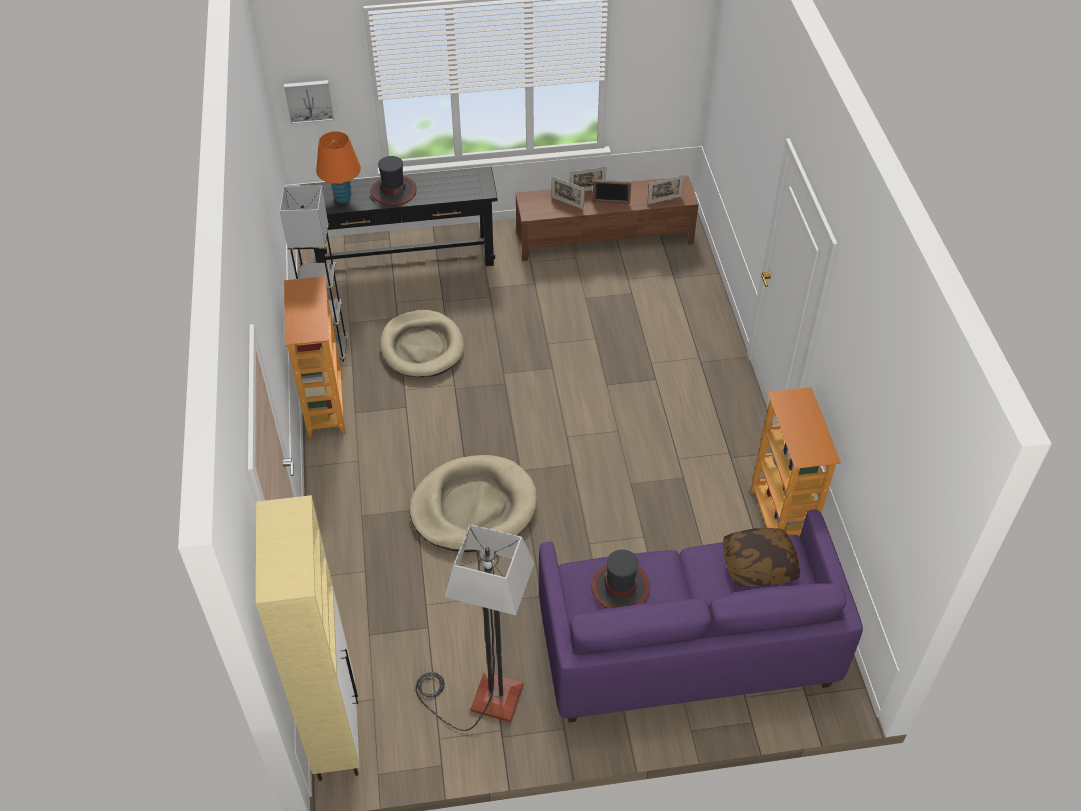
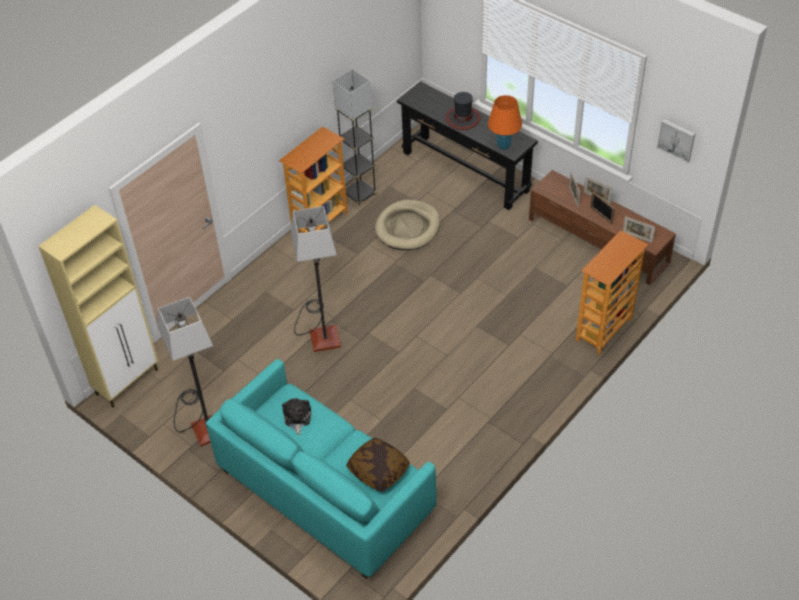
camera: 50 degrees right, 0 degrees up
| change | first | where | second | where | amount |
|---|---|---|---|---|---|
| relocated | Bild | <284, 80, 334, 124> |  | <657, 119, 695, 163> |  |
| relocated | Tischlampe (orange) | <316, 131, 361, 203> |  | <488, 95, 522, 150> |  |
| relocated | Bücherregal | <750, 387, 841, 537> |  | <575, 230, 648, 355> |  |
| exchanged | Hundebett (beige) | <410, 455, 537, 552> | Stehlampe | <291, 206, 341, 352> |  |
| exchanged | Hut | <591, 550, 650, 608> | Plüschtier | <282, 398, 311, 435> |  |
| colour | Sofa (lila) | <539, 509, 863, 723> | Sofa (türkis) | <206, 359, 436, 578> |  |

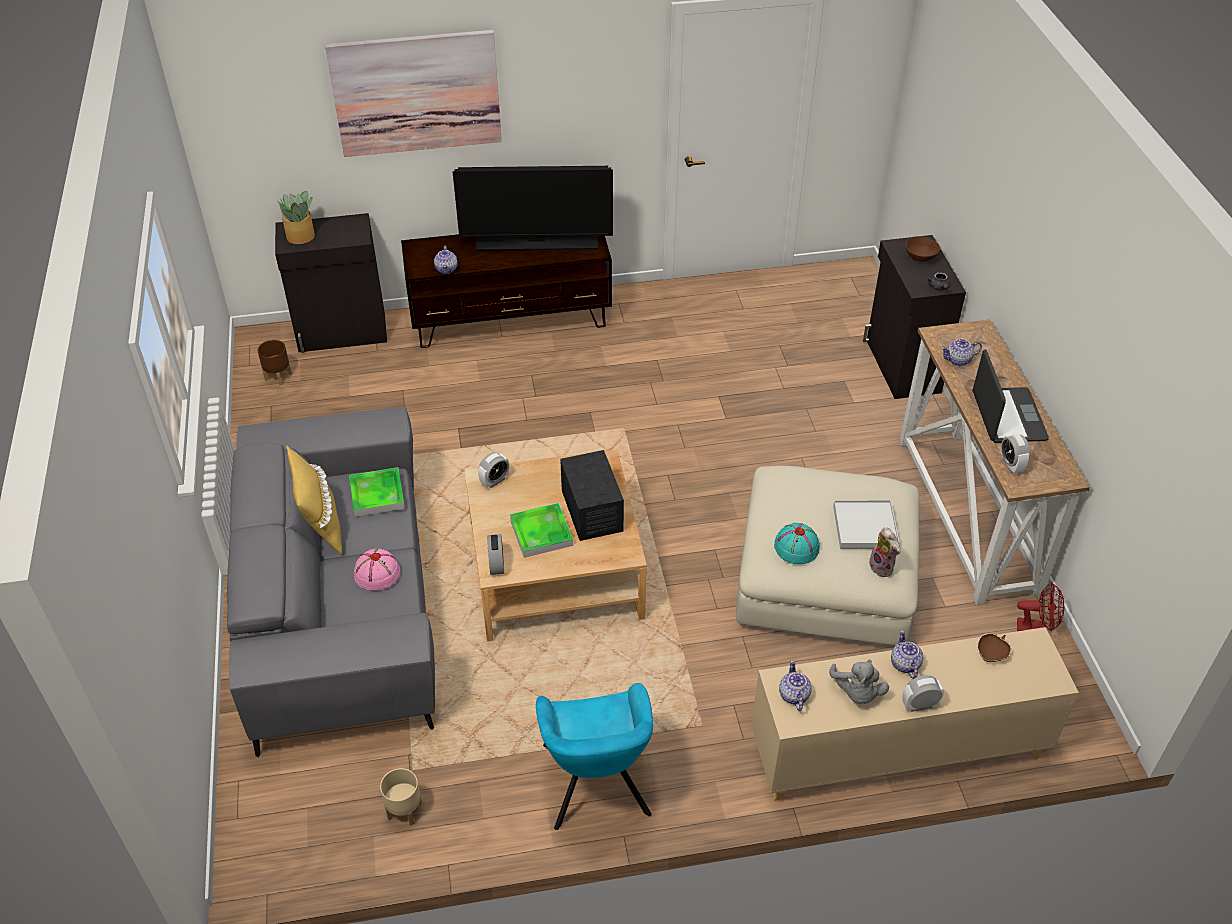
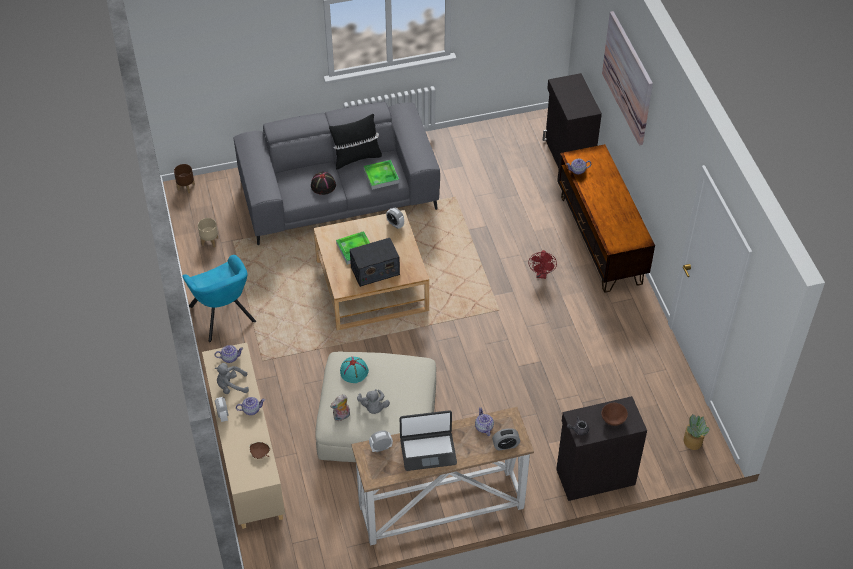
camera: 85 degrees right, 5 degrees up
| change | first | where | second | where | amount |
|---|---|---|---|---|---|
| missing | Fernseher | <453, 166, 613, 251> |  |  |  |
| relocated | Pflanzkübel (braun) | <258, 340, 292, 386> |  | <174, 164, 195, 193> |  |
| relocated | Topfpflanze | <277, 191, 315, 244> |  | <683, 414, 710, 450> |  |
| relocated | Wecker | <487, 534, 504, 575> |  | <492, 428, 520, 451> |  |
| relocated | Ventilator (rot) | <1017, 582, 1064, 632> |  | <529, 250, 557, 279> |  |
| exchanged | Tablett (weiß) | <833, 500, 900, 549> | Plüschtier (grau) | <357, 389, 390, 414> |  |
| colour | Kissen (gelb) | <286, 446, 342, 555> | Kissen (schwarz) | <329, 114, 382, 170> |  |
| colour | Hut (rosa) | <354, 548, 400, 591> | Hut (schwarz) | <311, 172, 336, 195> |  |
| spun | Sessel (türkis) | <536, 683, 653, 830> |  | <183, 255, 256, 342> | 105 degrees counterclockwise |

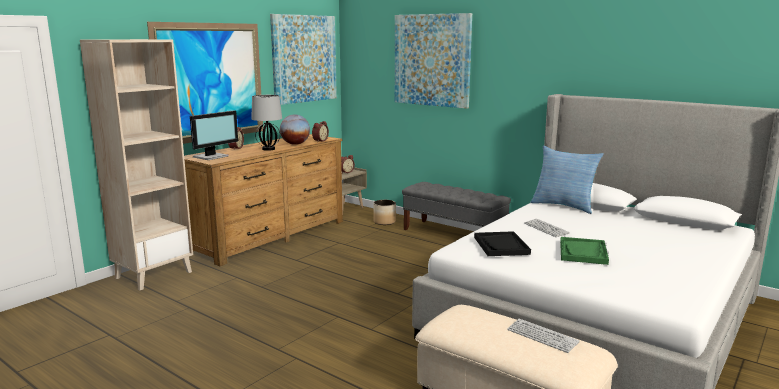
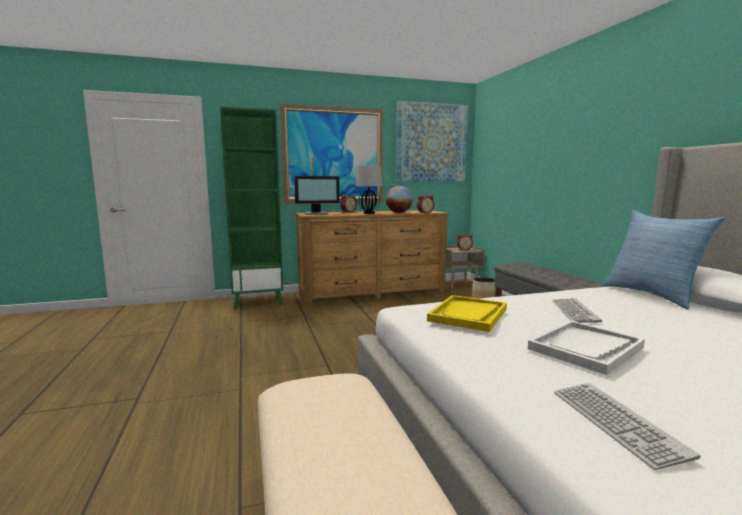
camera: 35 degrees right, 5 degrees down
| change | first | where | second | where | amount |
|---|---|---|---|---|---|
| missing | Bild | <395, 13, 472, 109> |  |  |  |
| relocated | Tastatur | <507, 319, 580, 353> |  | <554, 383, 701, 470> |  |
| colour | Bücherregal (beige) | <80, 39, 193, 290> | Bücherregal (grün) | <220, 107, 283, 309> |  |
| colour | Tablett (schwarz) | <474, 231, 531, 256> | Tablett (gelb) | <427, 295, 507, 332> |  |
| colour | Tablett (grün) | <560, 237, 609, 265> | Tablett (weiß) | <528, 321, 645, 375> |  |

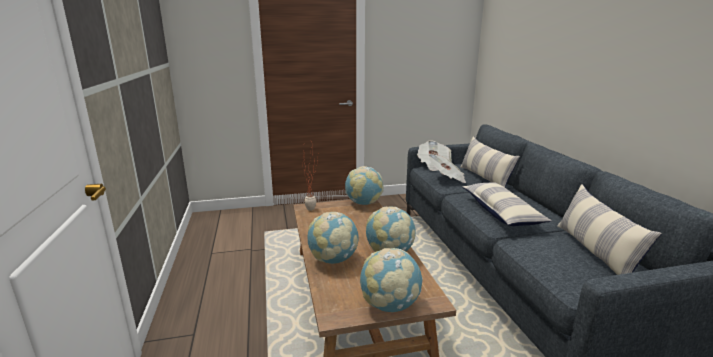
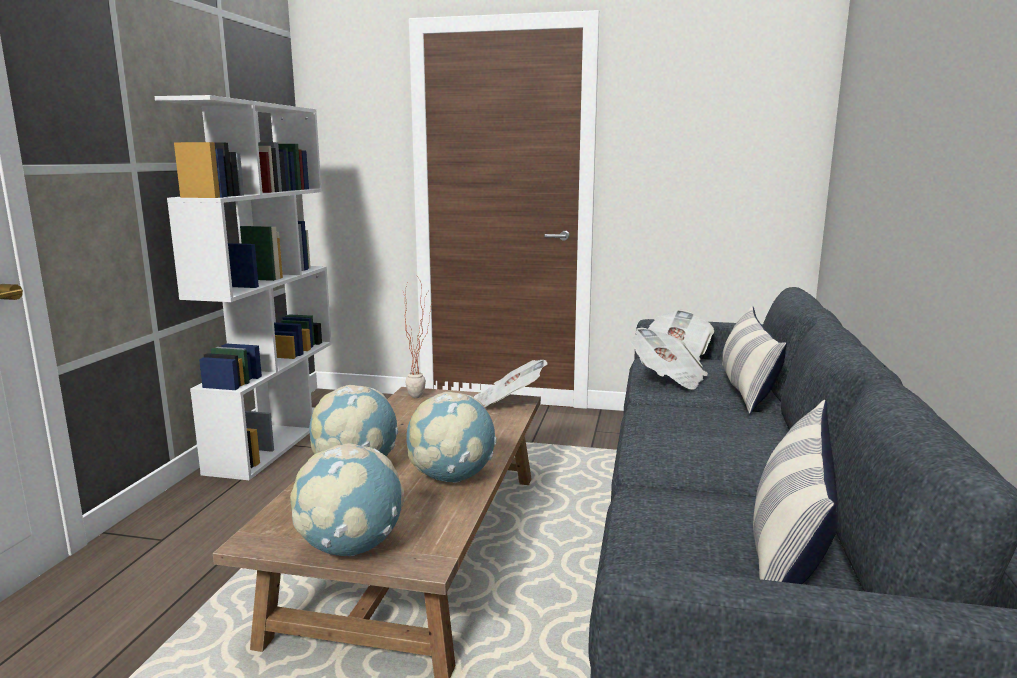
camera: 25 degrees right, 5 degrees down
| change | first | where | second | where | amount |
|---|---|---|---|---|---|
| missing | Kissen | <462, 182, 552, 226> |  |  |  |
| appeared |  |  | Bücherregal (weiß) | <154, 95, 332, 480> |  |
| exchanged | Globus | <345, 166, 384, 205> | Zeitung | <474, 360, 547, 407> |  |

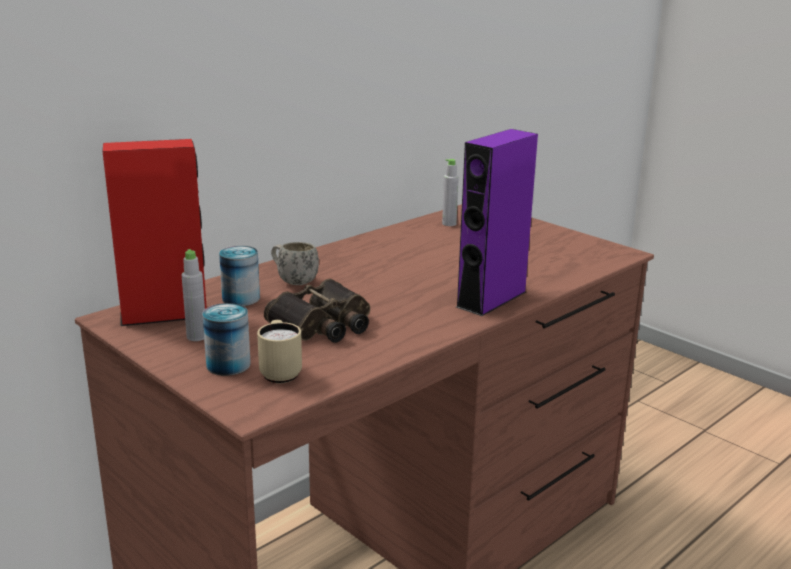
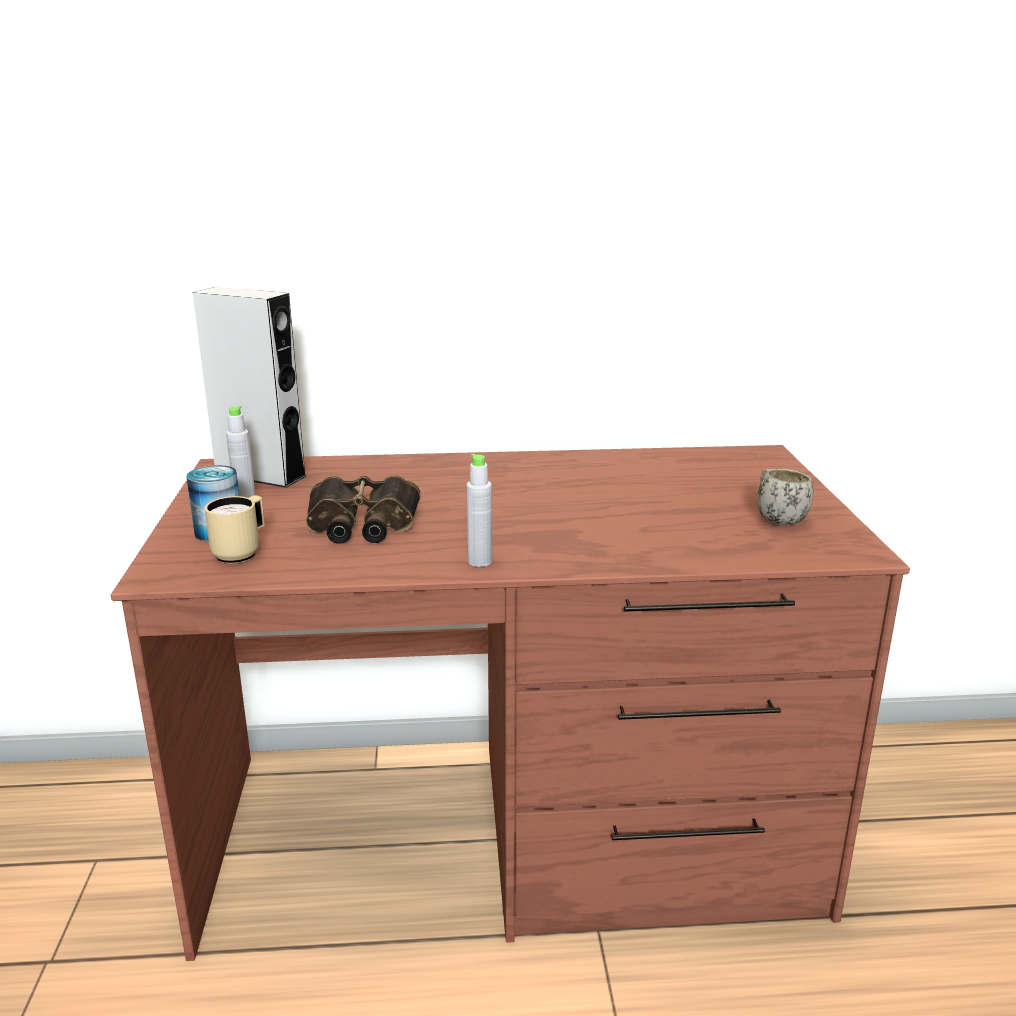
camera: 40 degrees right, 0 degrees up
| change | first | where | second | where | amount |
|---|---|---|---|---|---|
| missing | Dose | <219, 246, 260, 306> |  |  |  |
| missing | Lautsprecher (lila) | <456, 129, 538, 316> |  |  |  |
| relocated | Henkelbecher (weiß) | <271, 242, 319, 285> |  | <757, 469, 813, 525> |  |
| relocated | Flasche (grau) | <442, 159, 459, 226> |  | <466, 454, 492, 567> |  |
| colour | Lautsprecher (rot) | <102, 139, 207, 326> | Lautsprecher (grau) | <193, 287, 307, 488> |  |

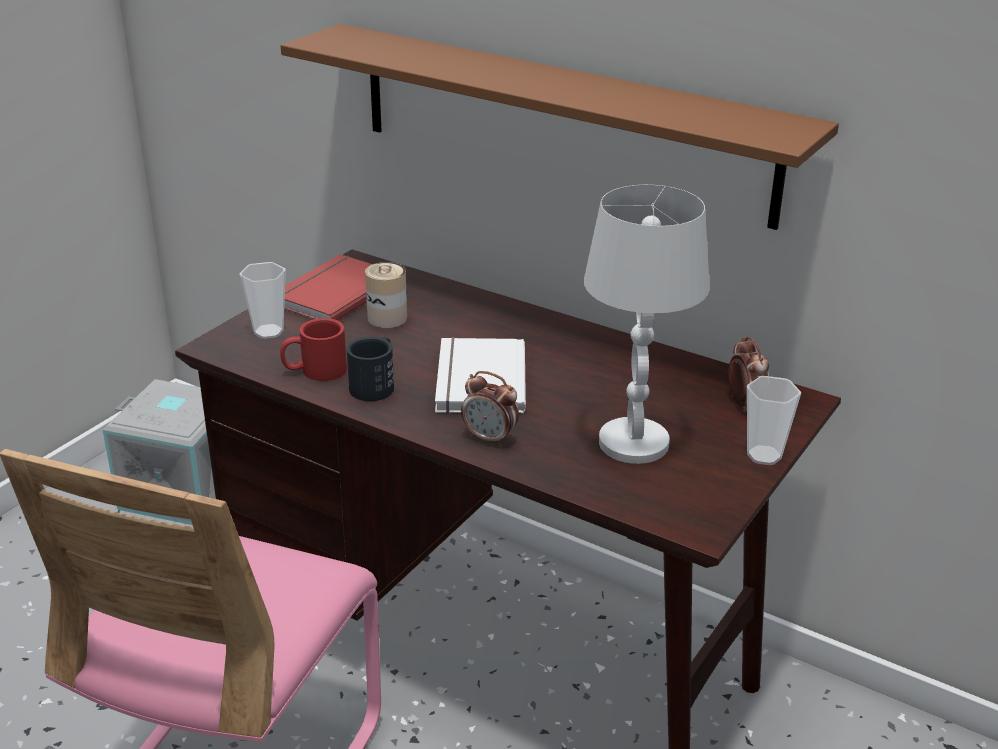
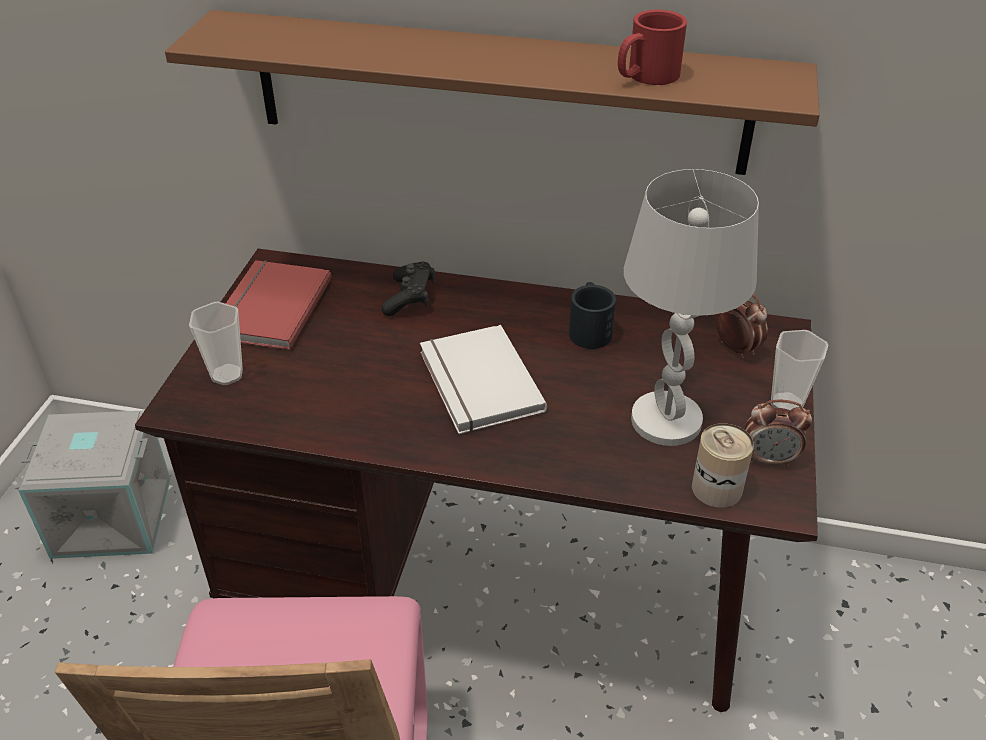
camera: 20 degrees left, 10 degrees up
| change | first | where | second | where | amount |
|---|---|---|---|---|---|
| appeared |  |  | Gamepad (schwarz) | <382, 262, 435, 316> |  |
| relocated | Henkelbecher (rot) | <280, 318, 347, 381> |  | <618, 10, 687, 85> |  |
| relocated | Henkelbecher (schwarz) | <347, 337, 394, 401> |  | <569, 282, 616, 349> |  |
| relocated | Dose | <365, 262, 407, 328> |  | <692, 423, 754, 508> |  |
| relocated | Wecker | <461, 371, 519, 447> |  | <745, 399, 812, 467> |  |

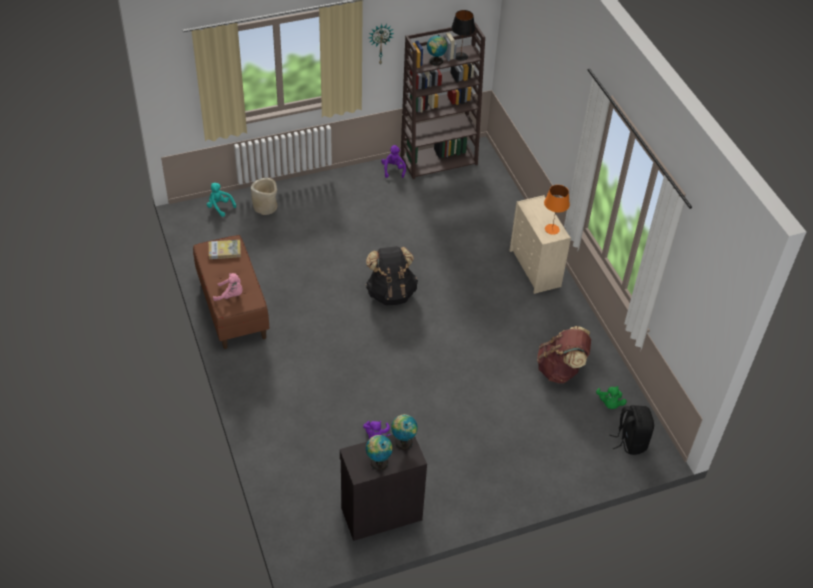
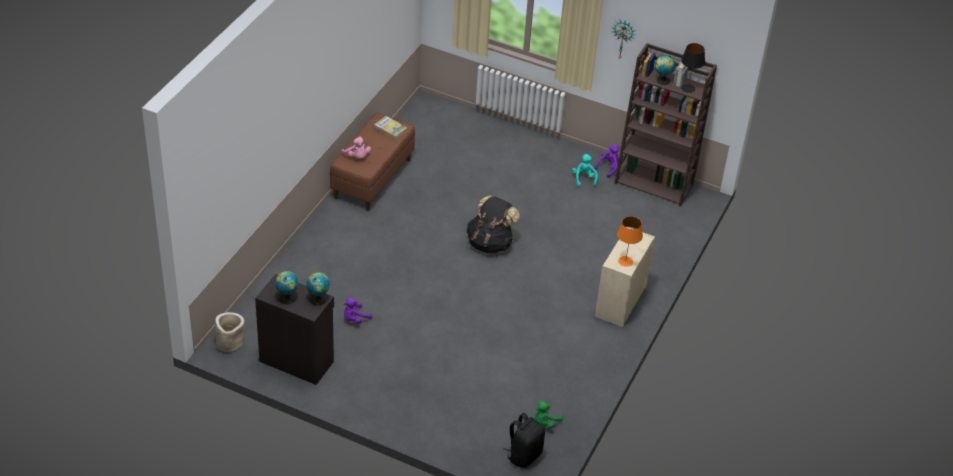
camera: 45 degrees right, 5 degrees down
| change | first | where | second | where | amount |
|---|---|---|---|---|---|
| missing | Rucksack (braun) | <537, 326, 591, 383> |  |  |  |
| relocated | Plüschtier (türkis) | <207, 183, 236, 217> |  | <572, 154, 598, 187> |  |
| relocated | Pflanzkübel (beige) | <251, 178, 277, 215> |  | <215, 312, 244, 352> |  |

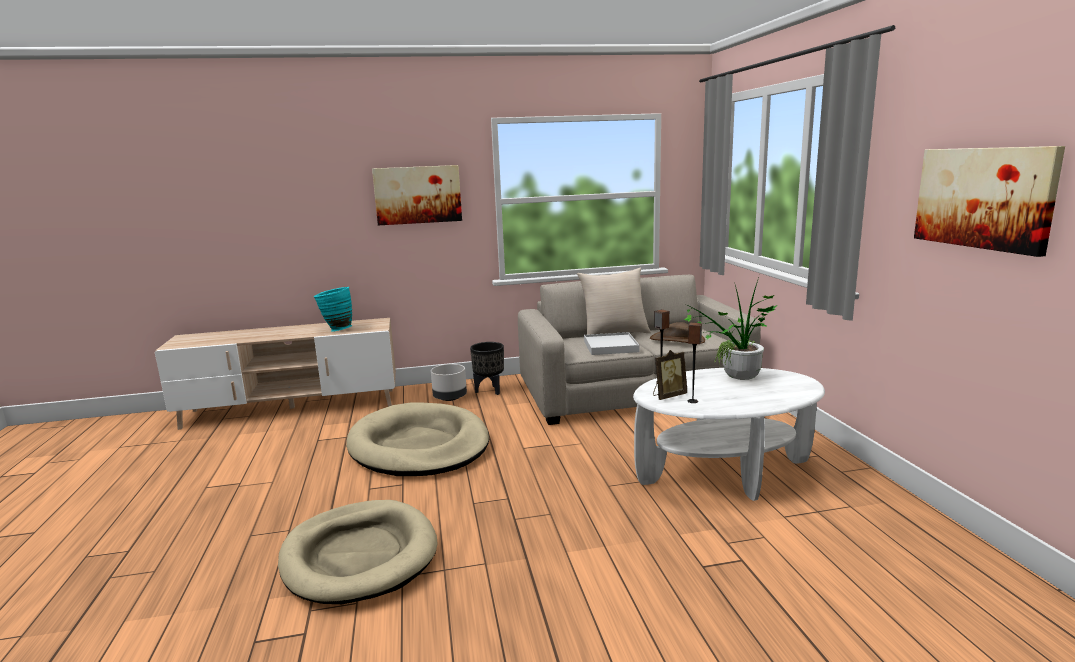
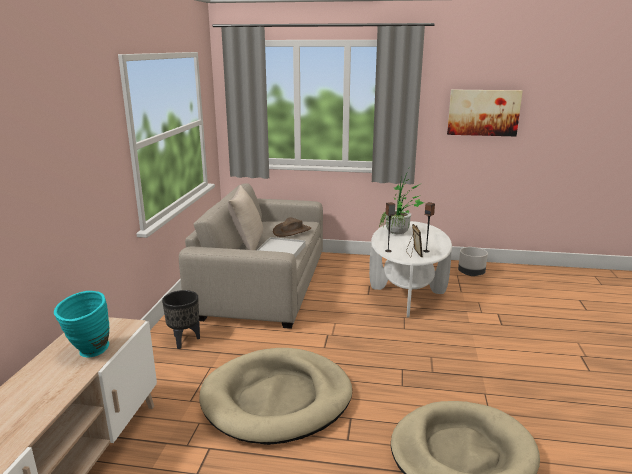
camera: 70 degrees left, 5 degrees up
| change | first | where | second | where | amount |
|---|---|---|---|---|---|
| missing | Bild | <372, 165, 462, 225> |  |  |  |
| relocated | Pflanzkübel (grau) | <431, 364, 467, 401> |  | <458, 247, 488, 276> |  |

